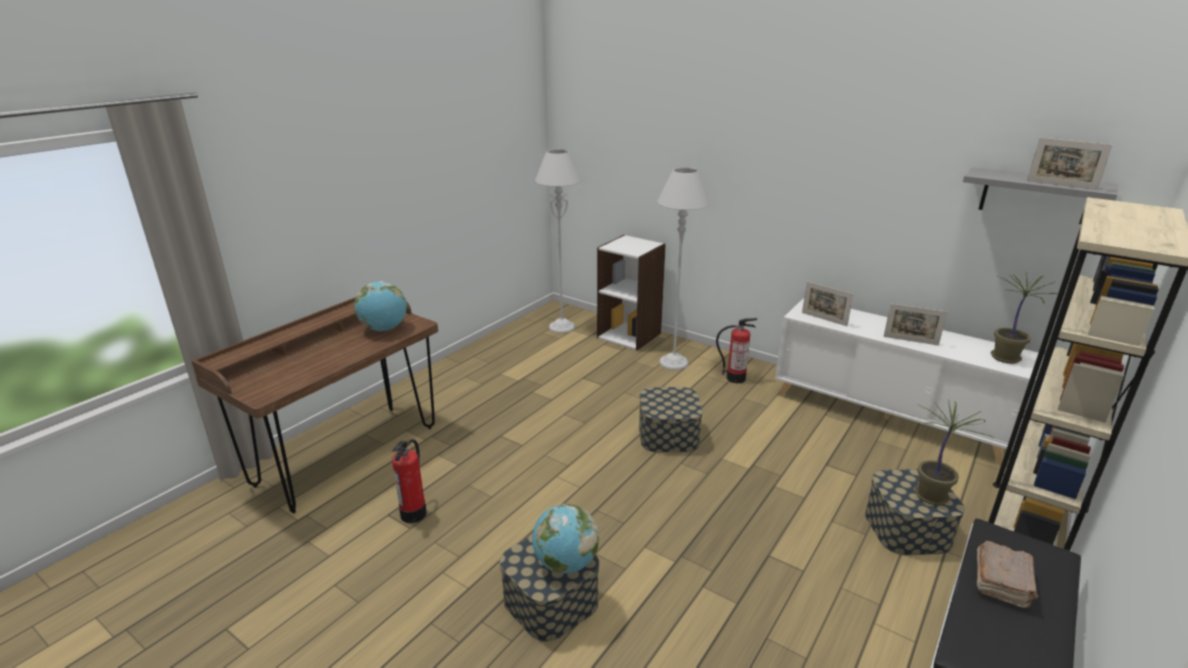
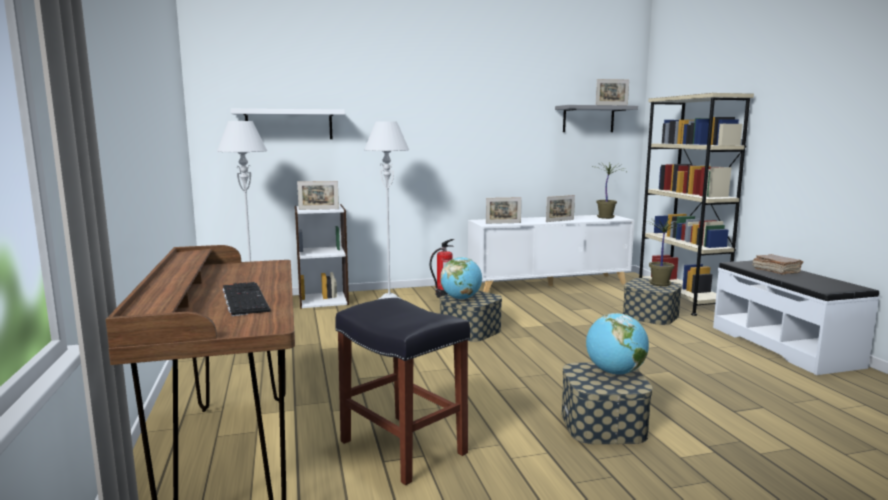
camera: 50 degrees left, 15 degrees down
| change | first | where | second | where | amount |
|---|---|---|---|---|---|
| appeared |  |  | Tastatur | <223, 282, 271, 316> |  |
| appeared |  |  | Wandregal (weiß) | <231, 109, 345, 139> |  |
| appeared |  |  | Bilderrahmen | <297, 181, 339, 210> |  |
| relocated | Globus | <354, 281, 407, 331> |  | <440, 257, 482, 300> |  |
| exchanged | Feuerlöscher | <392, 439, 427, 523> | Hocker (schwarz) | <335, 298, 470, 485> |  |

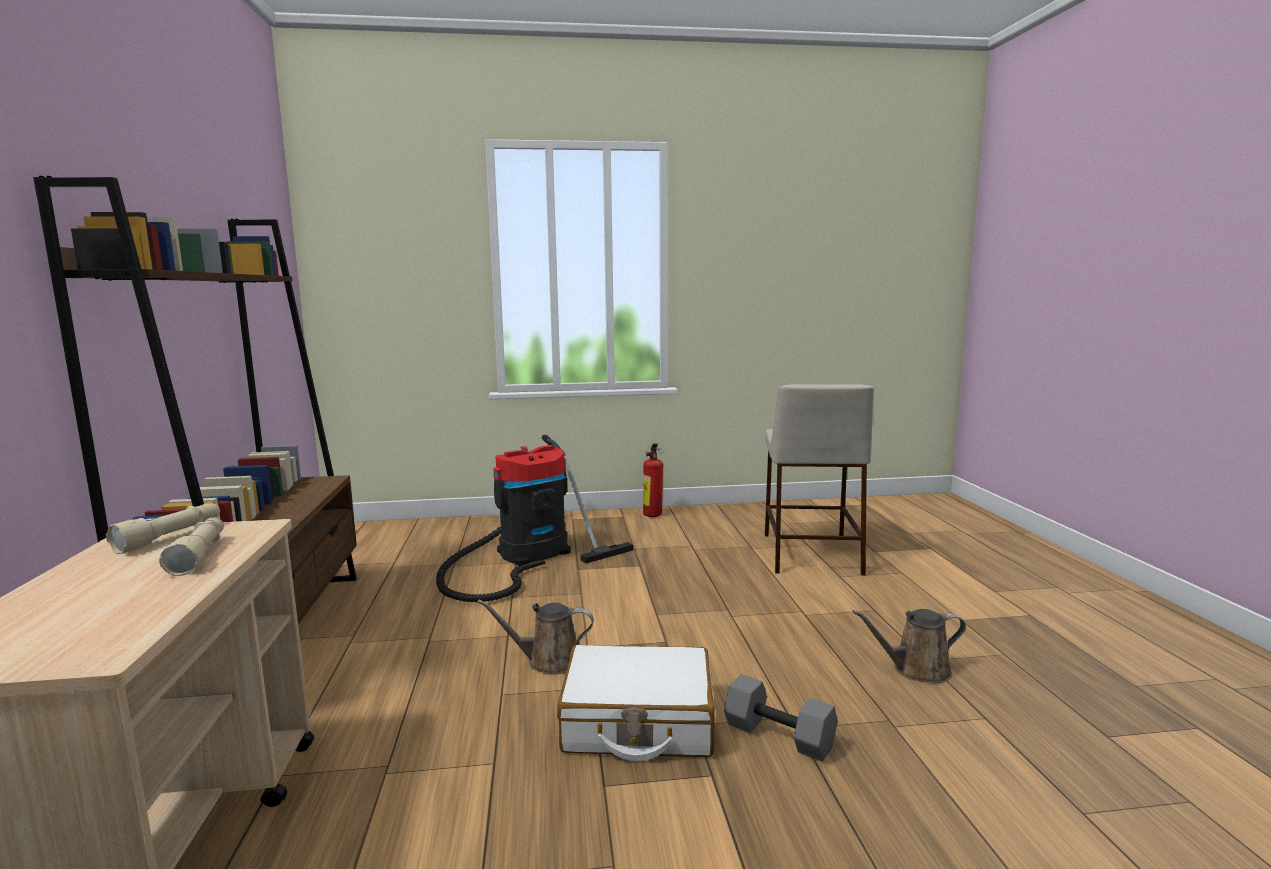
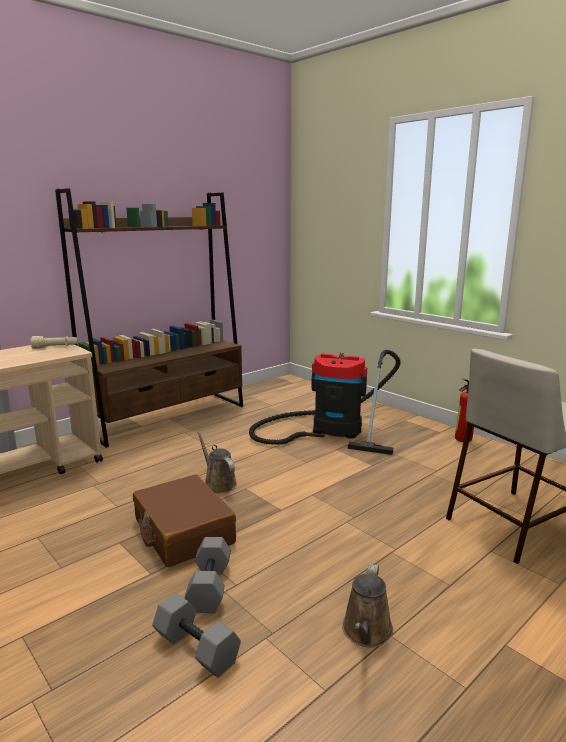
camera: 55 degrees right, 5 degrees up
| change | first | where | second | where | amount |
|---|---|---|---|---|---|
| missing | Taschenlampe (beige) | <159, 517, 224, 576> |  |  |  |
| appeared |  |  | Hantel (grau) | <152, 593, 241, 678> |  |
| colour | Koffer (weiß) | <557, 645, 715, 761> | Koffer (braun) | <133, 474, 236, 567> |  |
| spun | Gießkanne (braun) | <852, 609, 966, 683> |  | <342, 564, 393, 648> | 120 degrees counterclockwise |

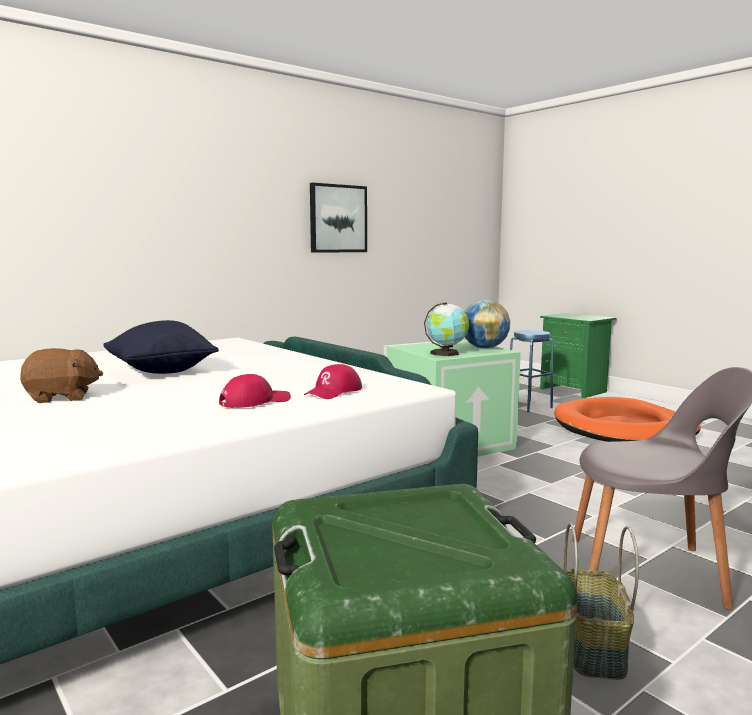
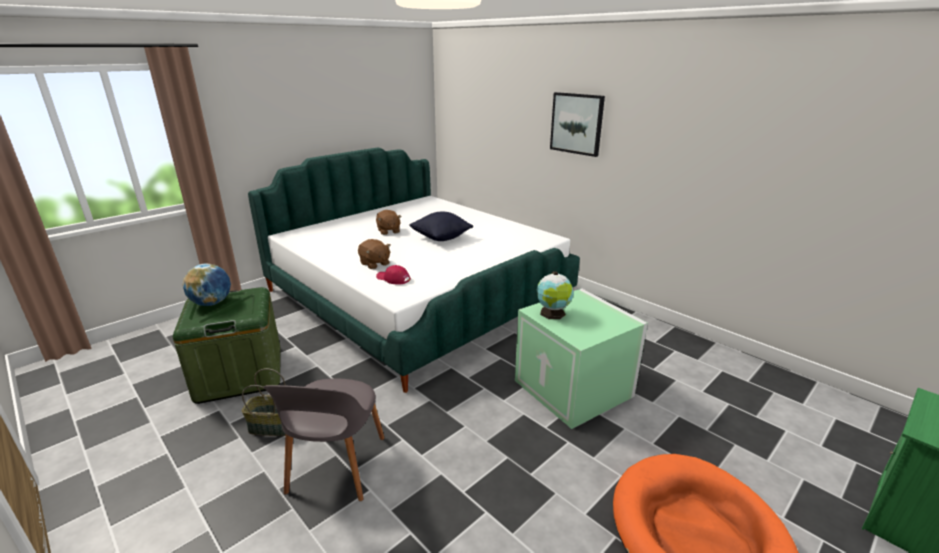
camera: 85 degrees right, 15 degrees up
| change | first | where | second | where | amount |
|---|---|---|---|---|---|
| missing | Hocker (blau) | <510, 330, 553, 412> |  |  |  |
| relocated | Bild | <310, 183, 367, 253> |  | <550, 92, 605, 157> |  |
| relocated | Globus | <464, 300, 510, 348> |  | <183, 263, 231, 306> |  |
| exchanged | Kappe (rot) | <219, 374, 291, 408> | Plüschtier (braun) | <358, 239, 391, 269> |  |

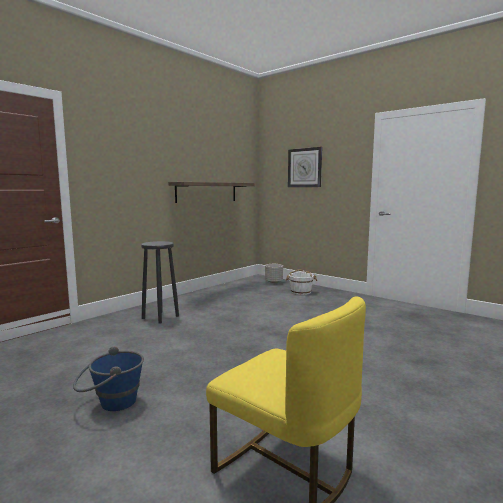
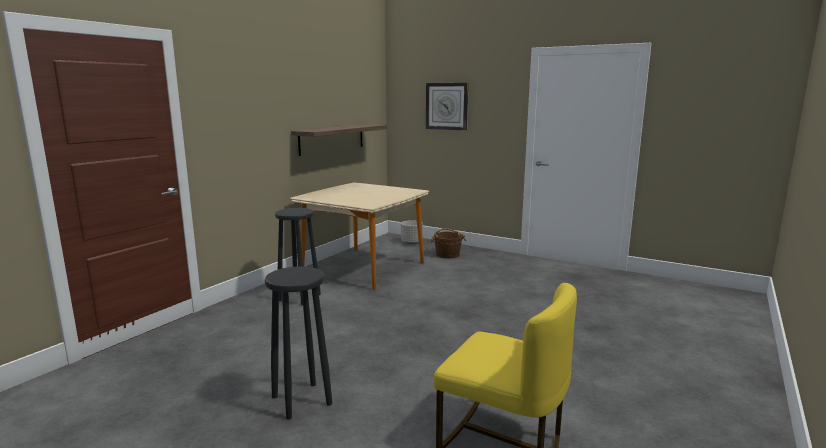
camera: 10 degrees left, 5 degrees up
| change | first | where | second | where | amount |
|---|---|---|---|---|---|
| appeared |  |  | Esstisch (beige) | <290, 182, 429, 290> |  |
| exchanged | Eimer (blau) | <73, 346, 144, 411> | Hocker (schwarz) | <265, 266, 333, 420> |  |
| colour | Eimer (weiß) | <285, 270, 317, 295> | Eimer (braun) | <430, 228, 466, 258> |  |

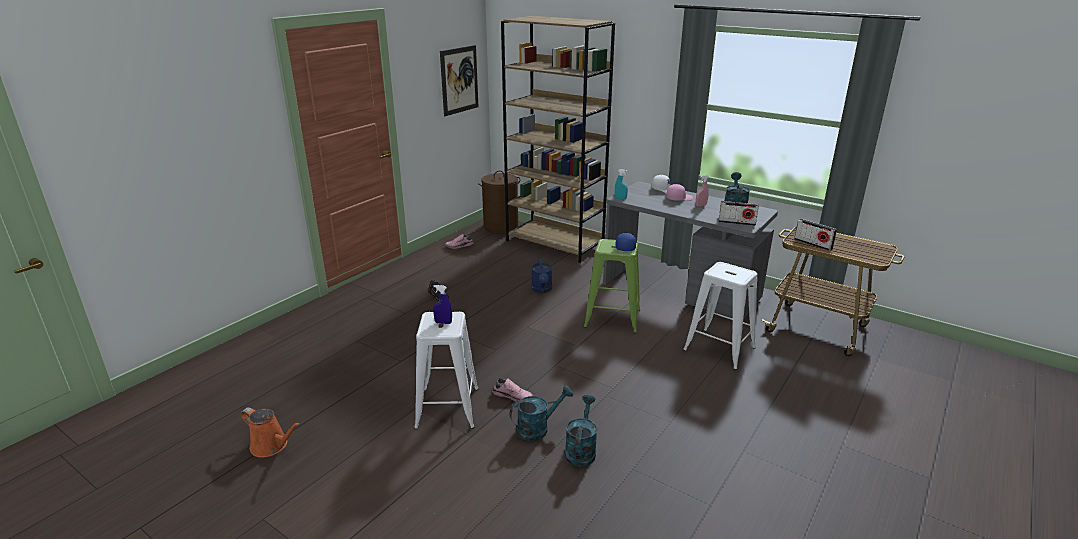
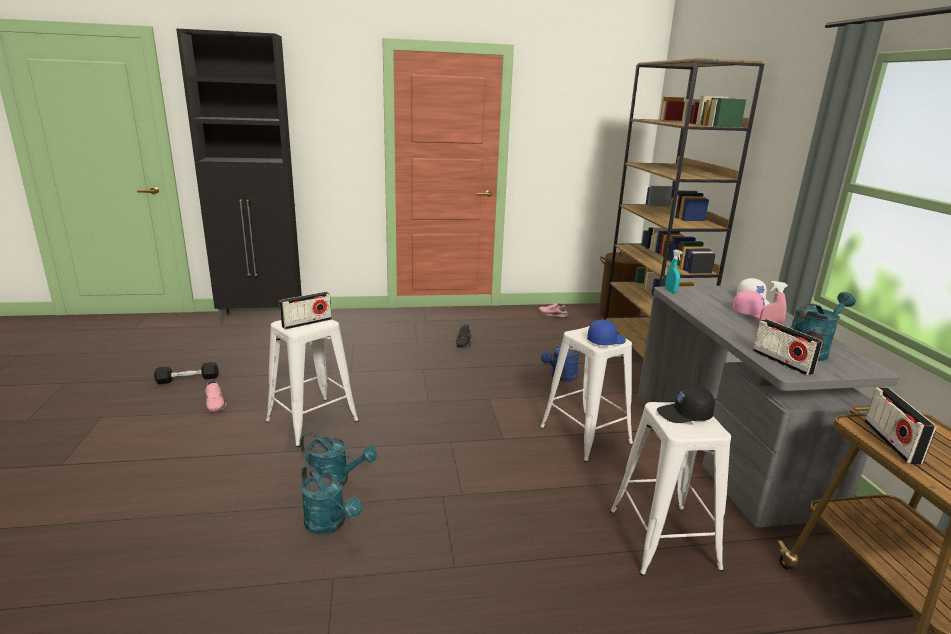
camera: 45 degrees right, 5 degrees down
| change | first | where | second | where | amount |
|---|---|---|---|---|---|
| missing | Bild | <440, 45, 478, 116> |  |  |  |
| appeared |  |  | Schrank (schwarz) | <176, 29, 302, 325> |  |
| appeared |  |  | Kappe (schwarz) | <657, 386, 715, 423> |  |
| relocated | Schuh (rosa) | <492, 378, 533, 402> |  | <205, 380, 226, 412> |  |
| exchanged | Gießkanne (orange) | <241, 408, 300, 457> | Hantel (schwarz) | <154, 362, 219, 384> |  |
| exchanged | Sprühflasche (blau) | <433, 285, 452, 324> | Radio | <279, 292, 332, 329> |  |
| colour | Hocker (grün) | <584, 239, 640, 333> | Hocker (weiß) | <540, 326, 633, 462> |  |
| spun | Gießkanne (türkis) | <565, 395, 597, 467> |  | <301, 465, 362, 535> | 75 degrees clockwise |

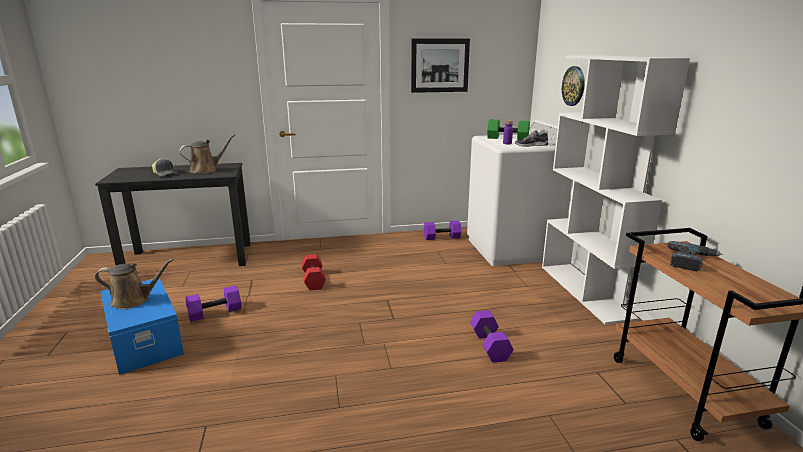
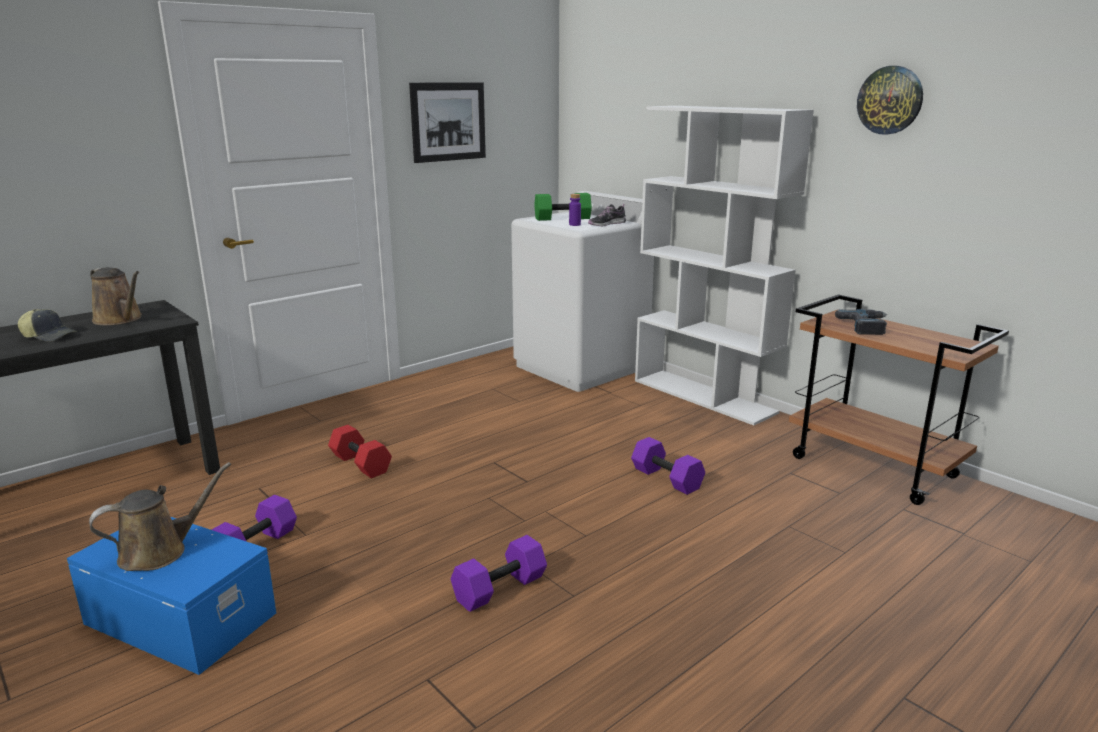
camera: 30 degrees left, 0 degrees up
| change | first | where | second | where | amount |
|---|---|---|---|---|---|
| relocated | Hantel (lila) | <424, 221, 461, 240> |  | <451, 535, 547, 612> |  |
| relocated | Wanduhr | <562, 66, 585, 106> |  | <857, 66, 923, 135> |  |
| spun | Gießkanne (braun) | <179, 134, 235, 173> |  | <90, 267, 142, 325> | 105 degrees clockwise |

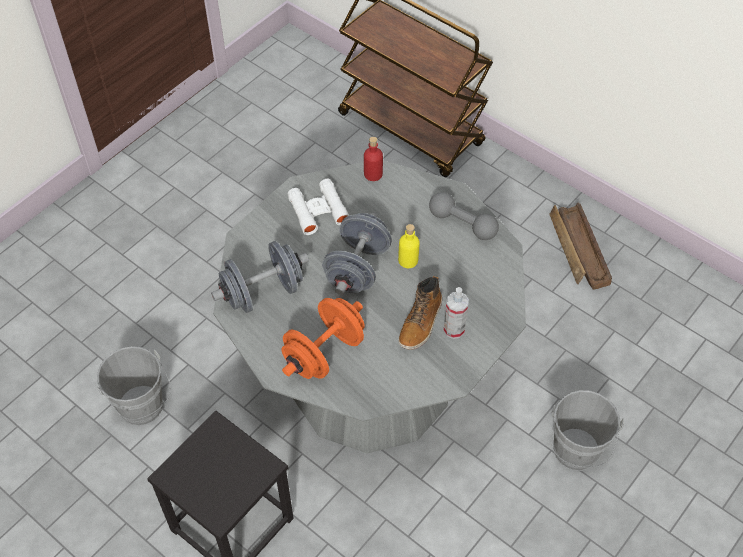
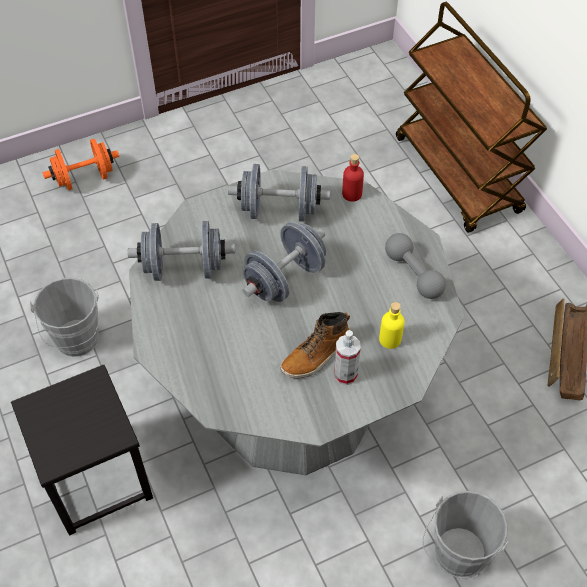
camera: 25 degrees right, 0 degrees up
| change | first | where | second | where | amount |
|---|---|---|---|---|---|
| relocated | Hantel (orange) | <282, 298, 365, 379> |  | <43, 139, 119, 190> |  |
| relocated | Flasche (gelb) | <398, 224, 420, 268> |  | <379, 302, 405, 349> |  |
| exchanged | Fernglas (weiß) | <288, 179, 349, 235> | Hantel (grau) | <228, 164, 330, 222> |  |

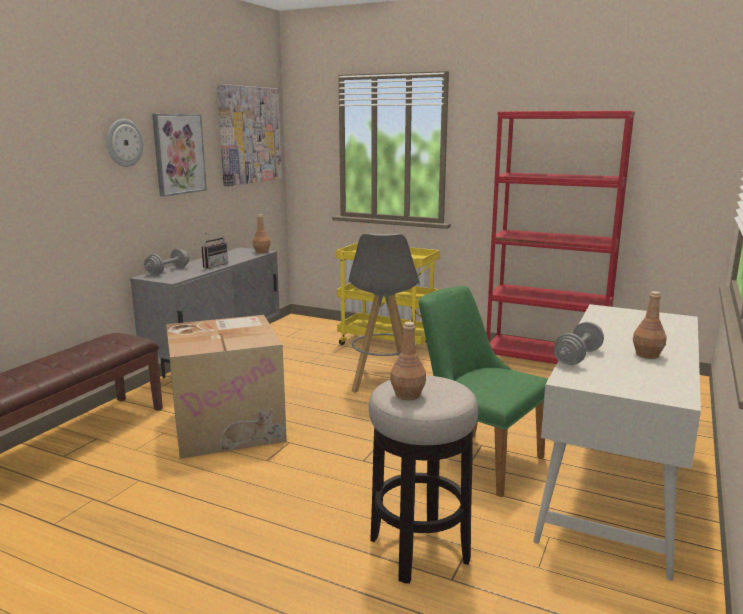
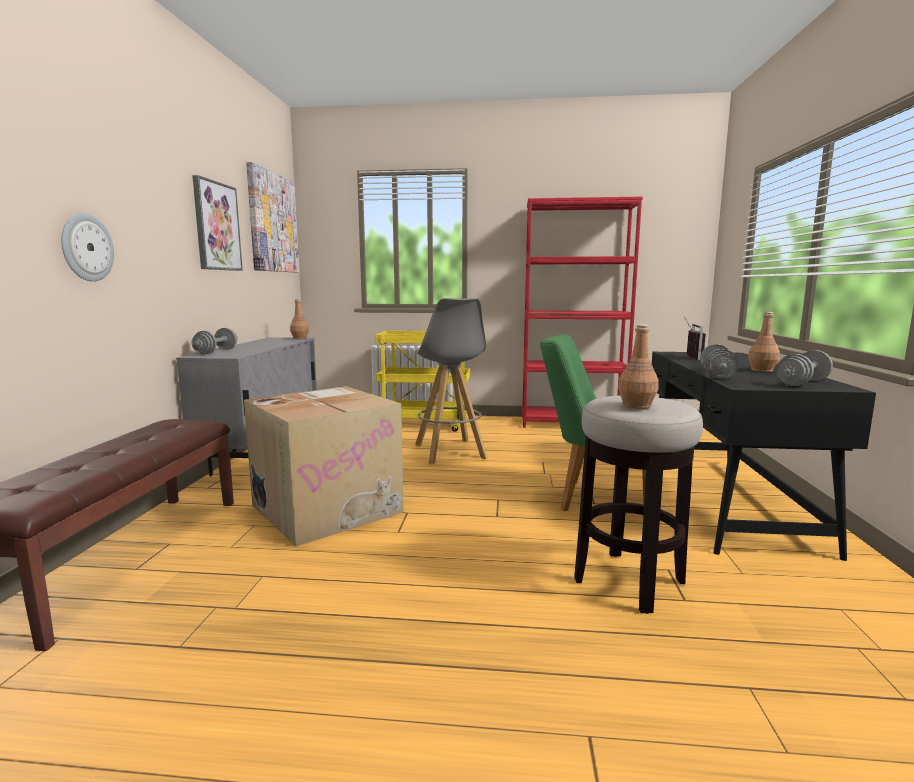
camera: 20 degrees left, 5 degrees down
| change | first | where | second | where | amount |
|---|---|---|---|---|---|
| appeared |  |  | Hantel (grau) | <777, 350, 833, 386> |  |
| relocated | Wanduhr | <107, 119, 143, 167> |  | <61, 213, 114, 282> |  |
| relocated | Radio | <202, 232, 228, 269> |  | <684, 316, 706, 360> |  |
| colour | Schreibtisch (weiß) | <533, 304, 701, 581> | Schreibtisch (schwarz) | <652, 352, 876, 561> |  |

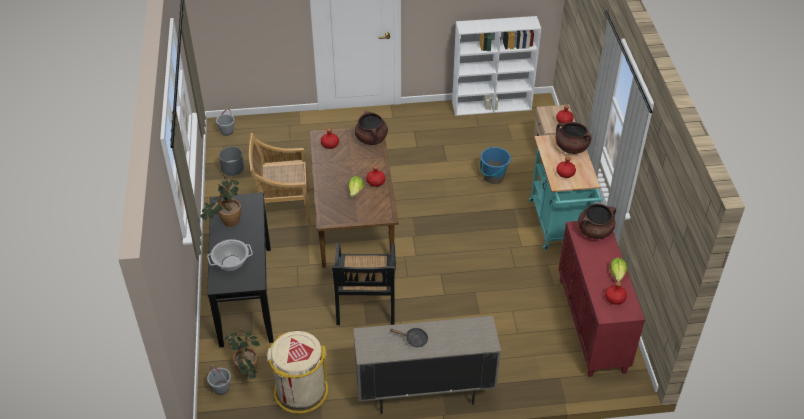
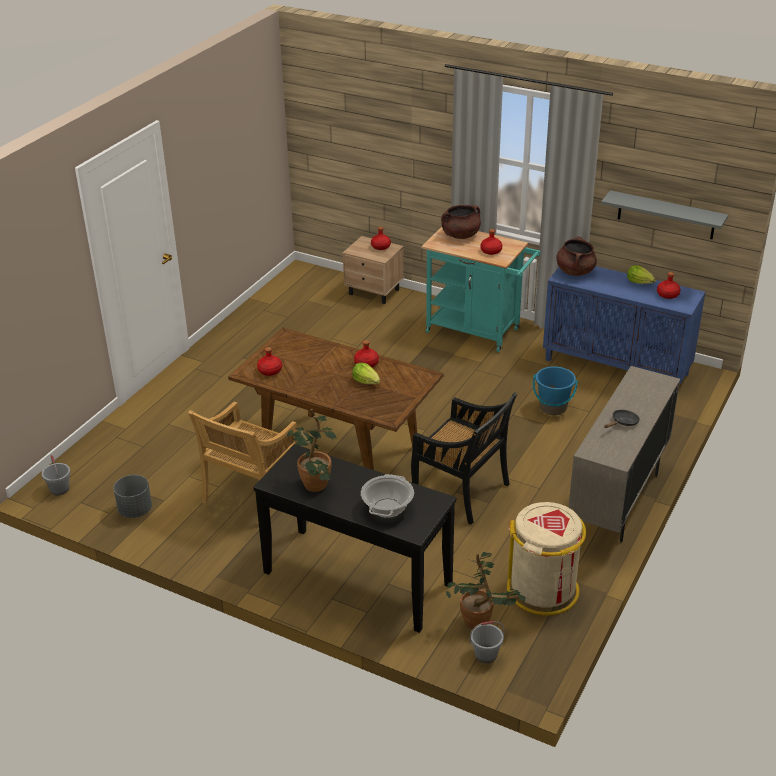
camera: 55 degrees left, 10 degrees down
| change | first | where | second | where | amount |
|---|---|---|---|---|---|
| missing | Kochtopf (braun) | <355, 111, 388, 145> |  |  |  |
| missing | Bücherregal (weiß) | <452, 16, 541, 116> |  |  |  |
| appeared |  |  | Wandregal (grau) | <601, 190, 728, 239> |  |
| relocated | Eimer (blau) | <480, 147, 511, 184> |  | <533, 366, 578, 415> |  |
| colour | Schrank (rot) | <558, 221, 645, 377> | Schrank (blau) | <543, 266, 705, 385> |  |

